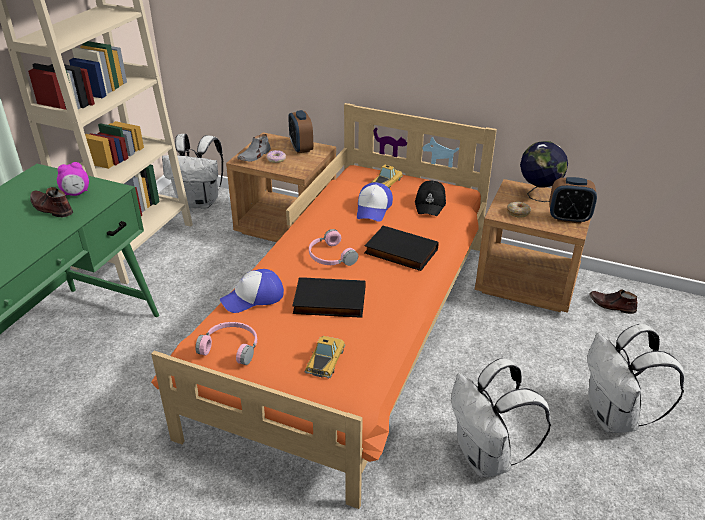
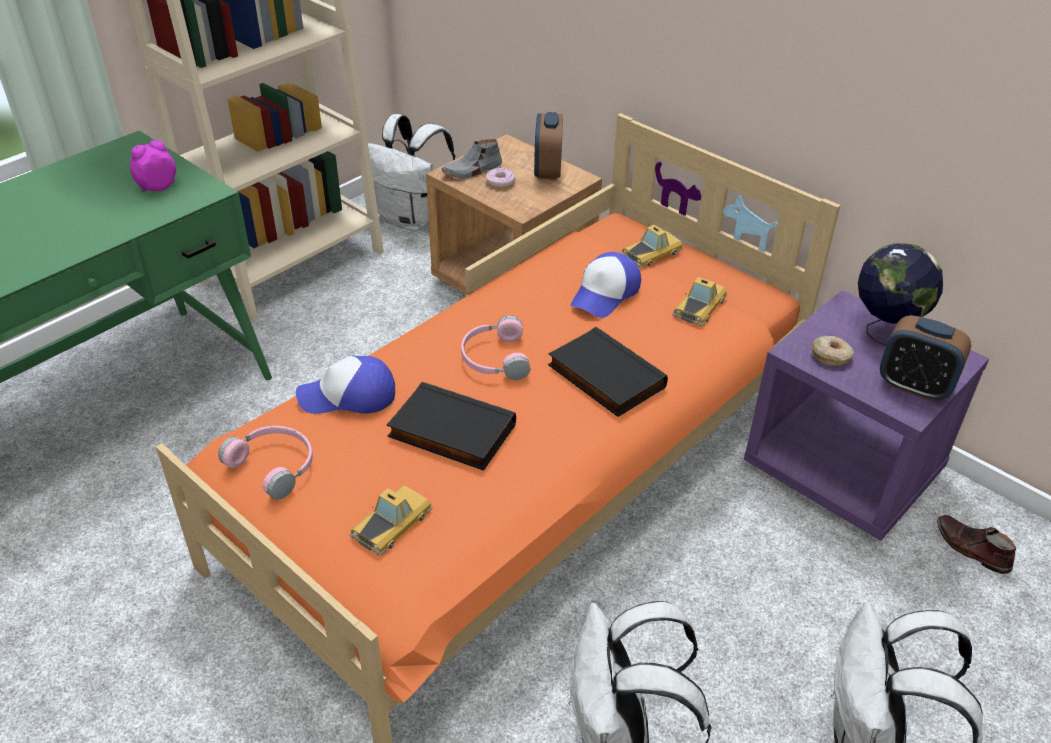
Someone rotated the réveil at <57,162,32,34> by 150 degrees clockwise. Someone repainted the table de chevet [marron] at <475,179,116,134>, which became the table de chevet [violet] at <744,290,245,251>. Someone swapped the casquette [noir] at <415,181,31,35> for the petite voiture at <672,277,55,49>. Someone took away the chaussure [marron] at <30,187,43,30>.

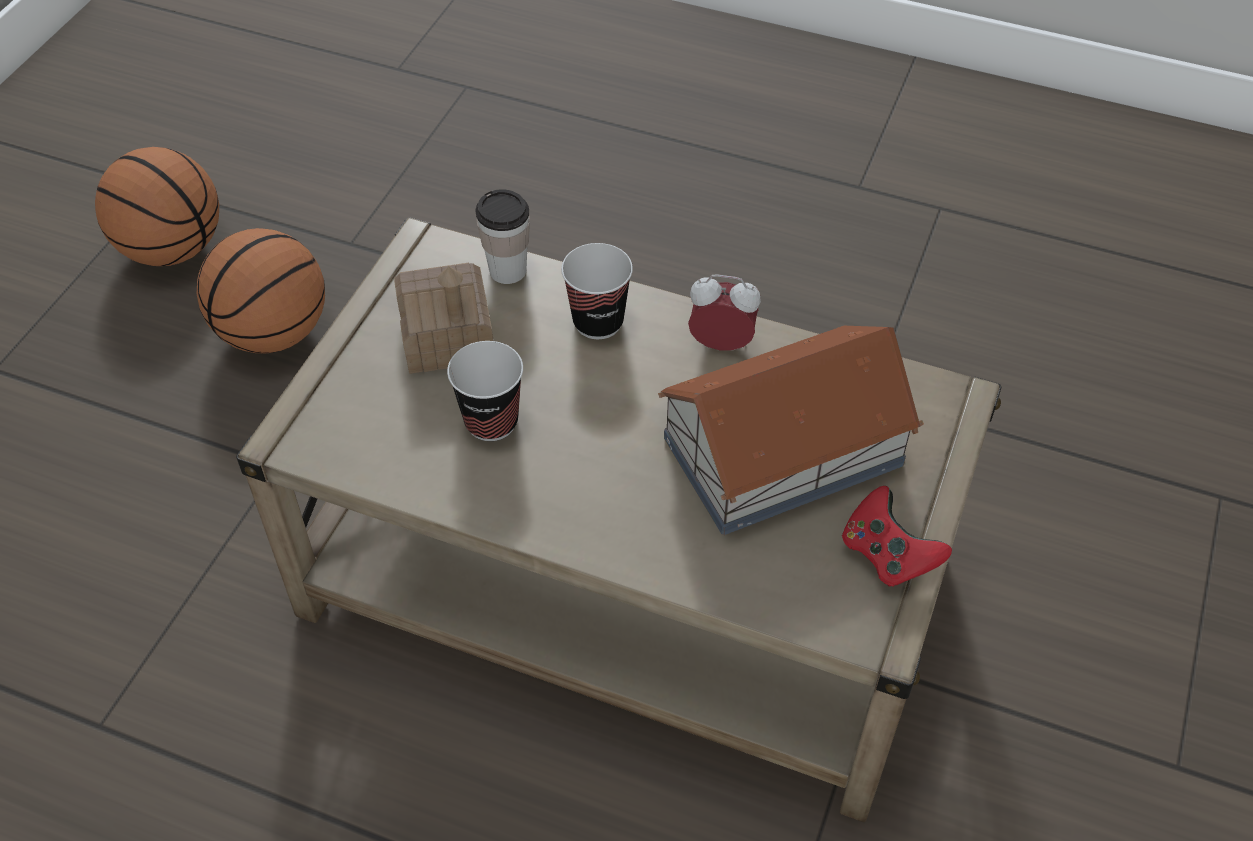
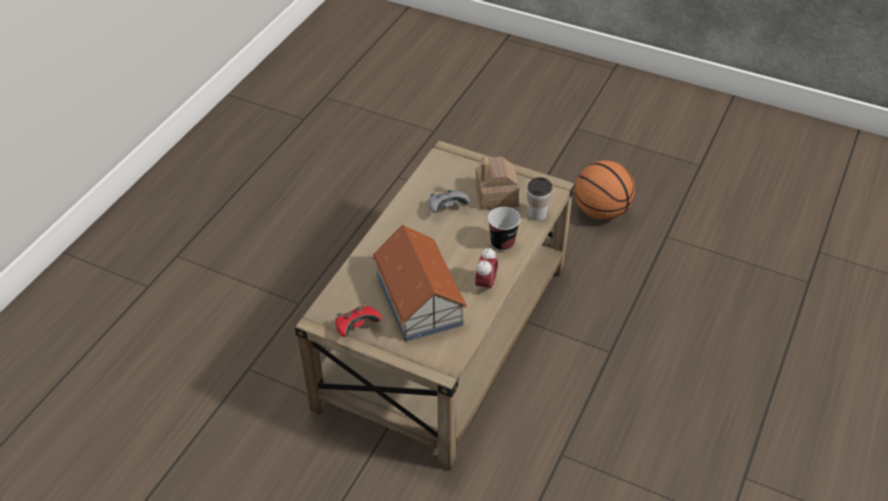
Someone took away the ballon de basket at <95,147,124,119>. Someone swapped the tasse at <447,341,76,100> for the manette [gris] at <428,190,42,23>.

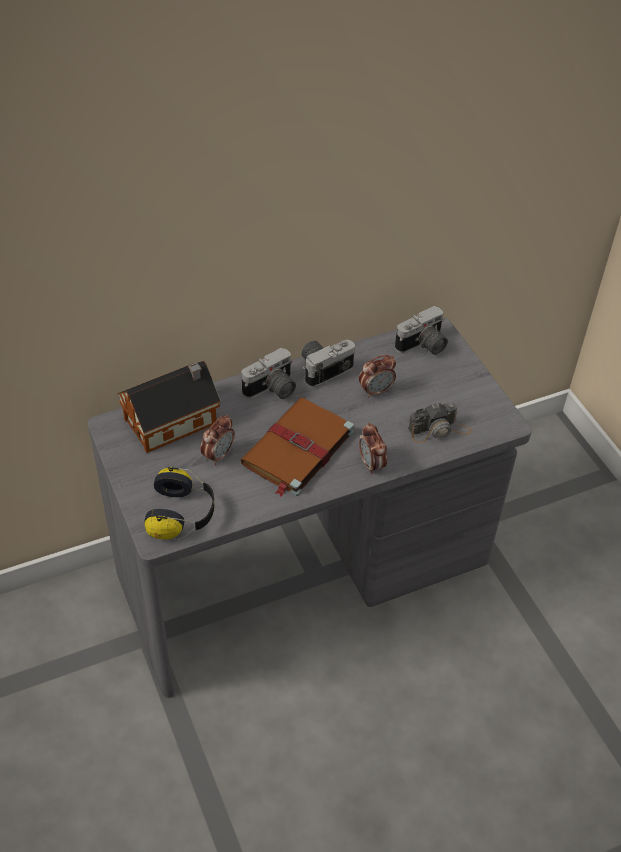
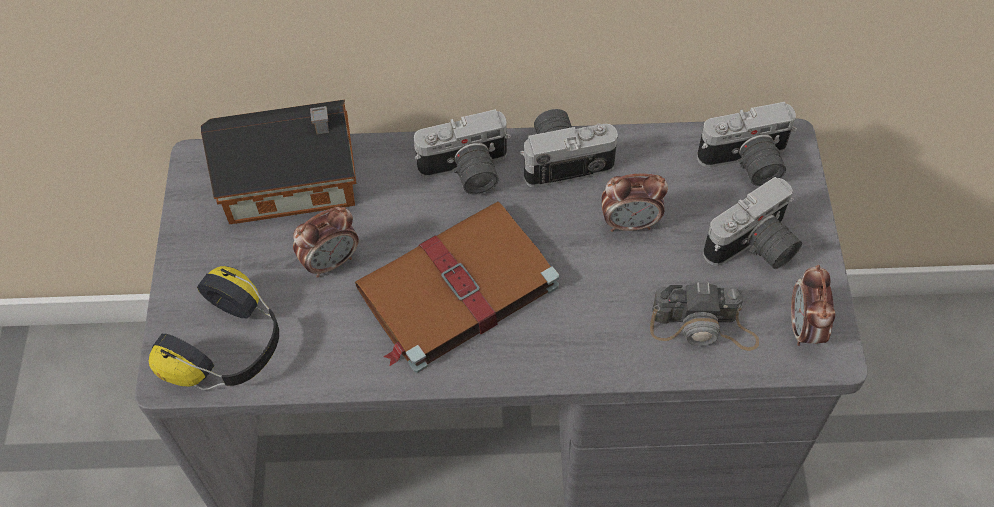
Someone carried the réveil from <359,423,28,51> to <791,265,44,81>. Someone put down the appareil photo at <703,177,99,92>.

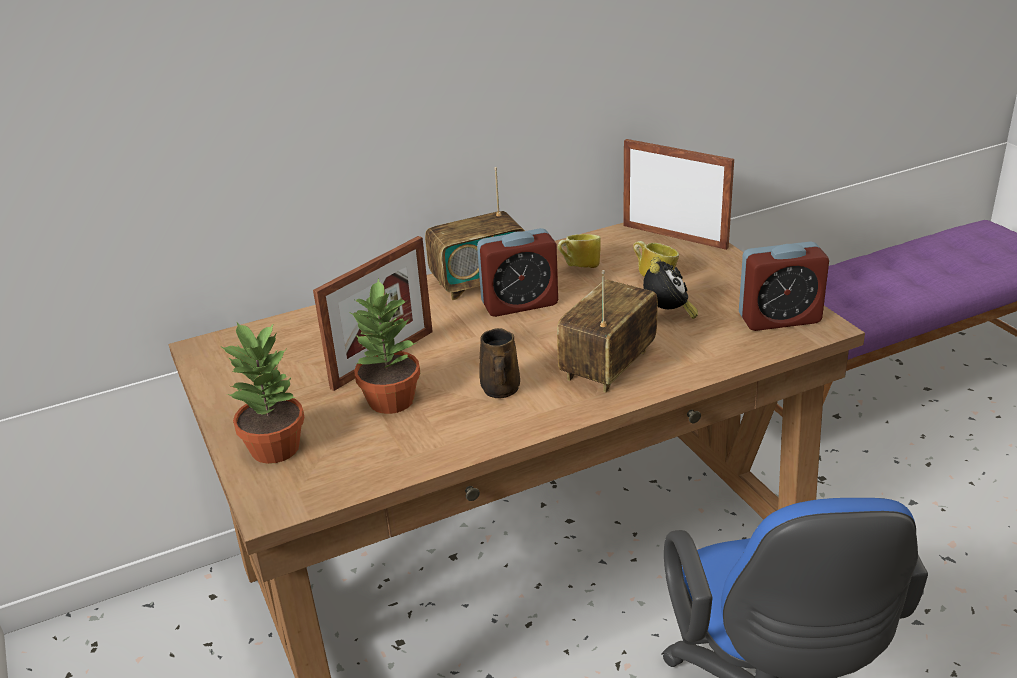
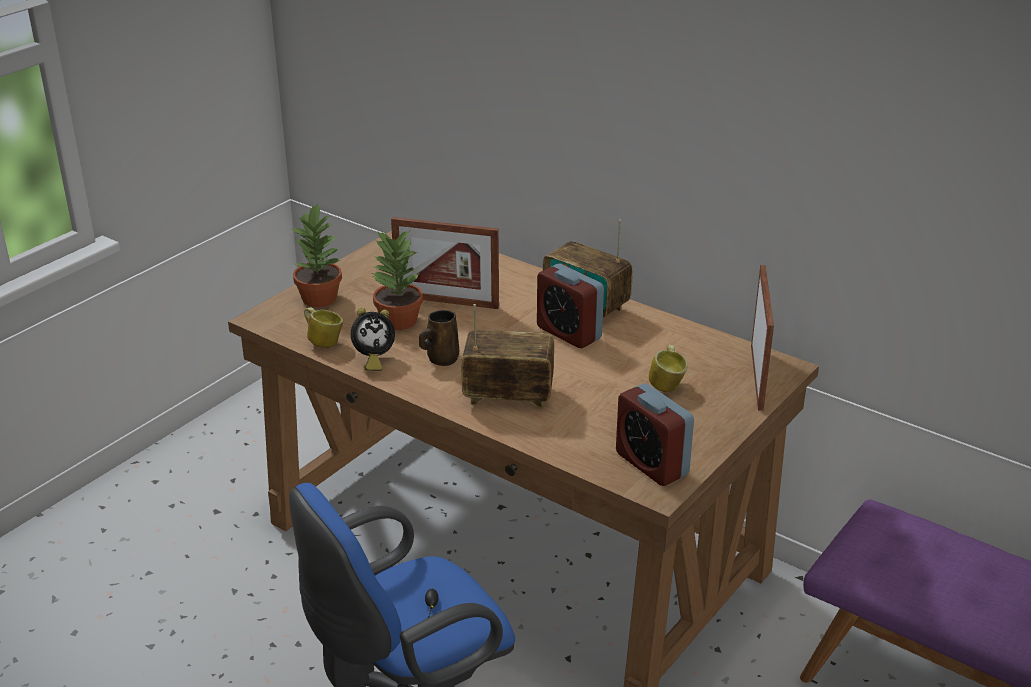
Someone carried the mug from <557,234,44,34> to <304,307,39,41>. Someone carried the réveil from <643,257,55,62> to <351,308,44,63>.

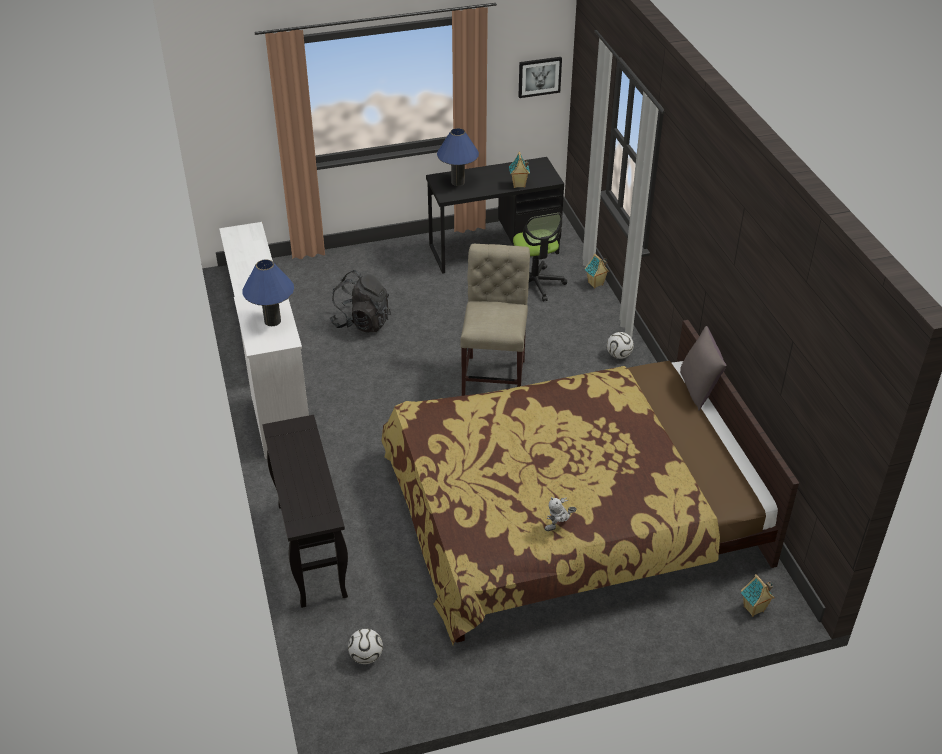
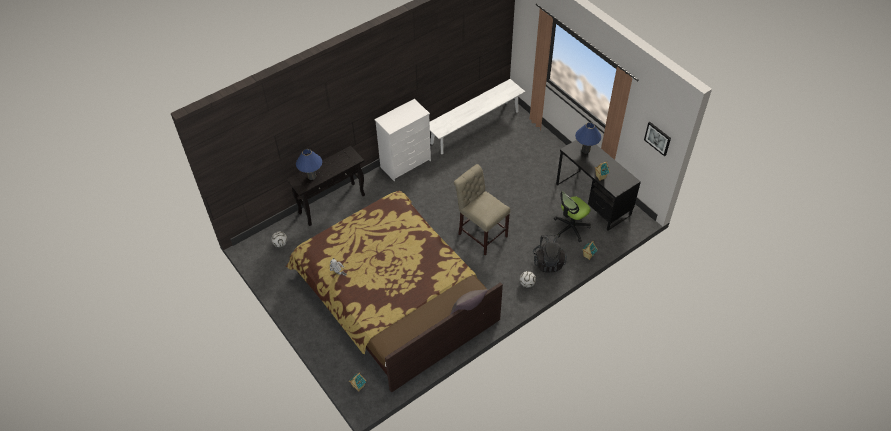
Someone rotated the chaise [beige] at <460,244,70,152> by 120 degrees counterclockwise. Someone carried the lampe de table [bleu] from <242,259,52,67> to <296,149,26,31>. Someone carried the sac à dos [noir] from <330,270,61,63> to <533,234,34,38>.

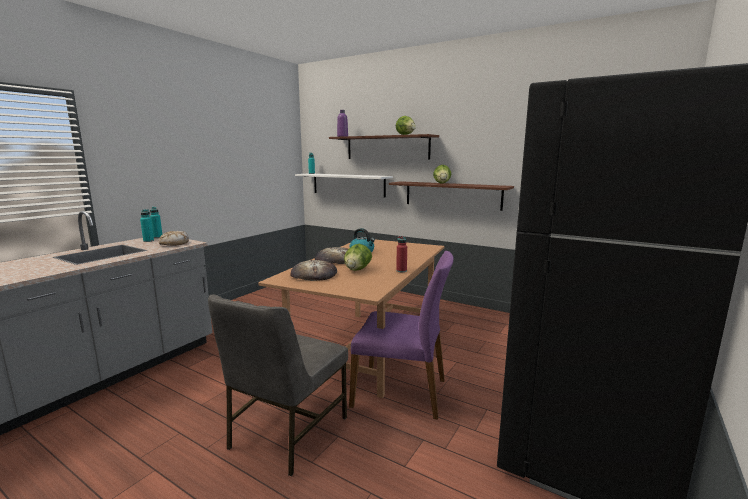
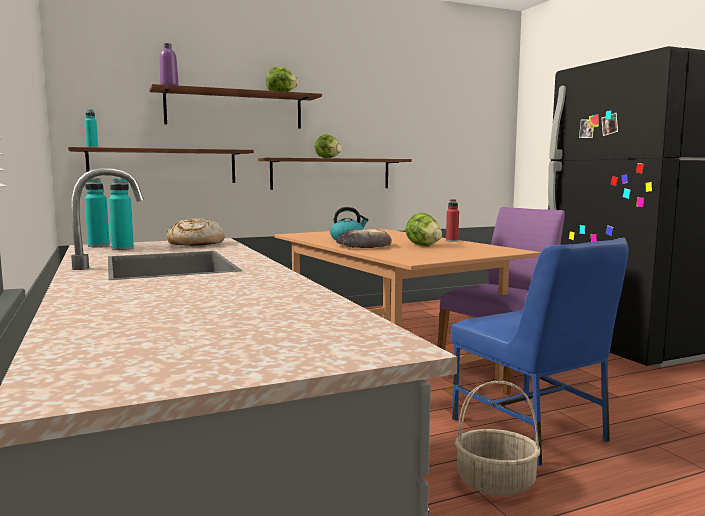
Someone repainted the étagère [blanc] at <295,173,98,25>, which became the étagère [marron] at <68,147,186,36>. Someone took away the pain at <290,260,47,21>. Someone repainted the chaise [gris] at <208,294,140,182>, which became the chaise [bleu] at <451,238,177,228>. Someone put down the panier at <455,381,85,115>.

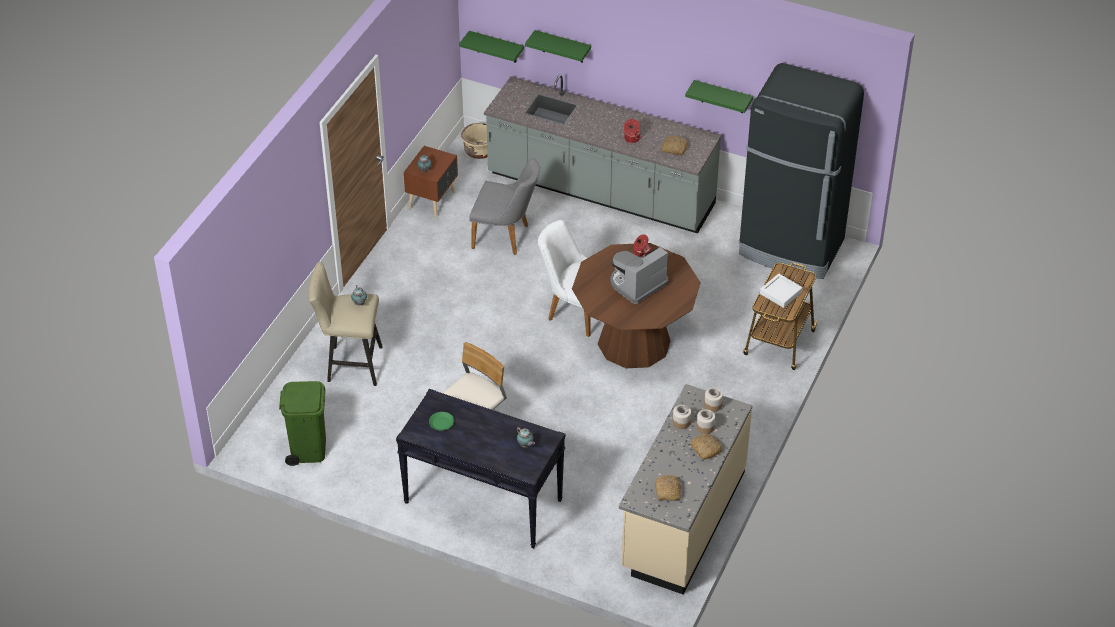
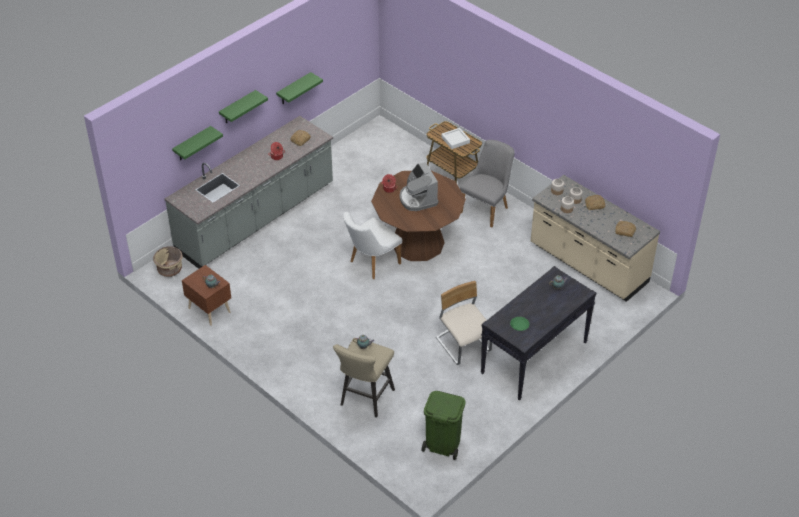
Someone carried the étagère [vert] from <459,31,65,32> to <219,90,49,33>. Someone took away the réfrigérateur [noir] at <739,63,125,216>. Someone carried the chaise [gris] from <469,159,71,96> to <460,140,55,88>.

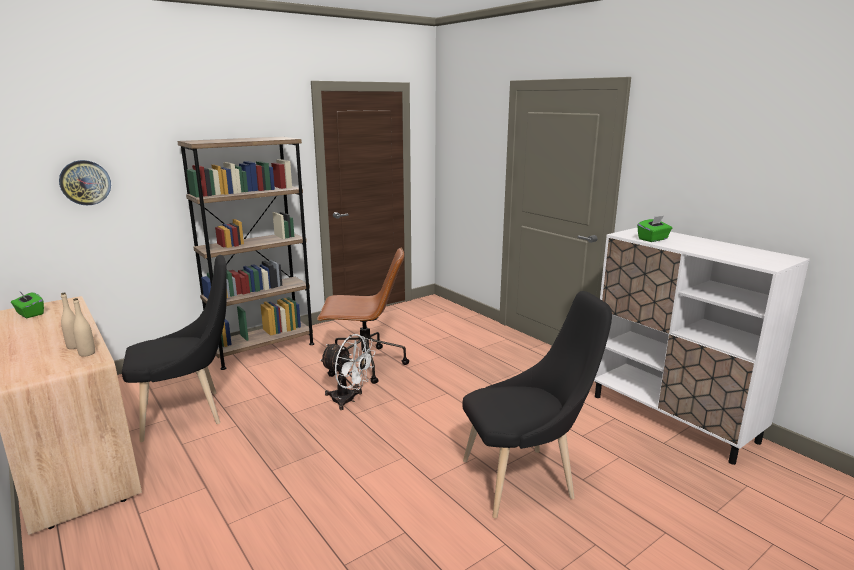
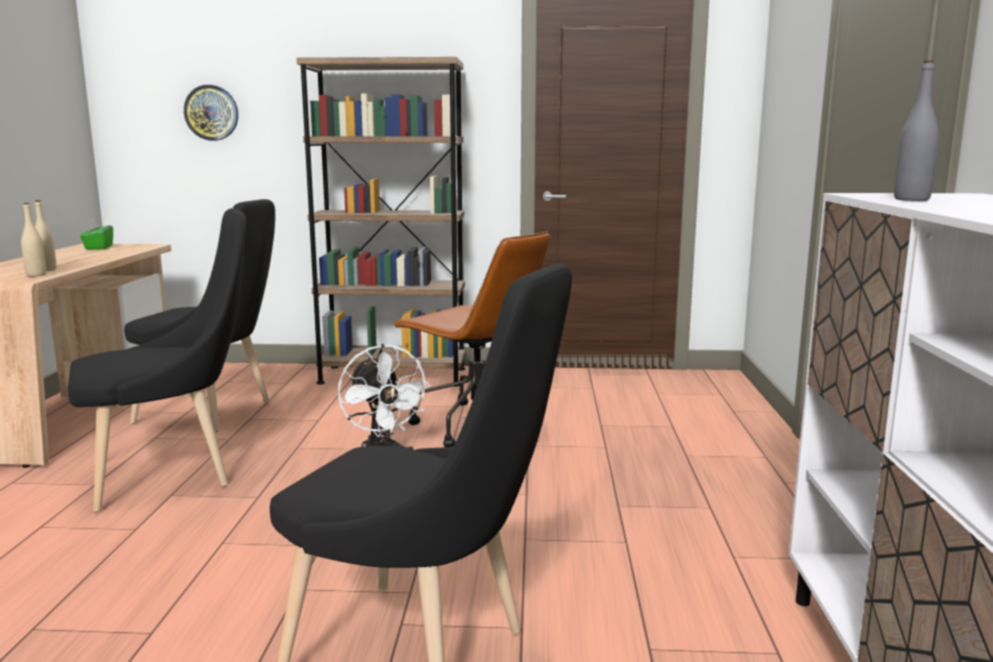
Someone swapped the boîte à mouchoirs [vert] at <637,216,35,26> for the bouteille [gris] at <894,60,45,141>. Someone put down the chaise [noir] at <68,208,178,304>.

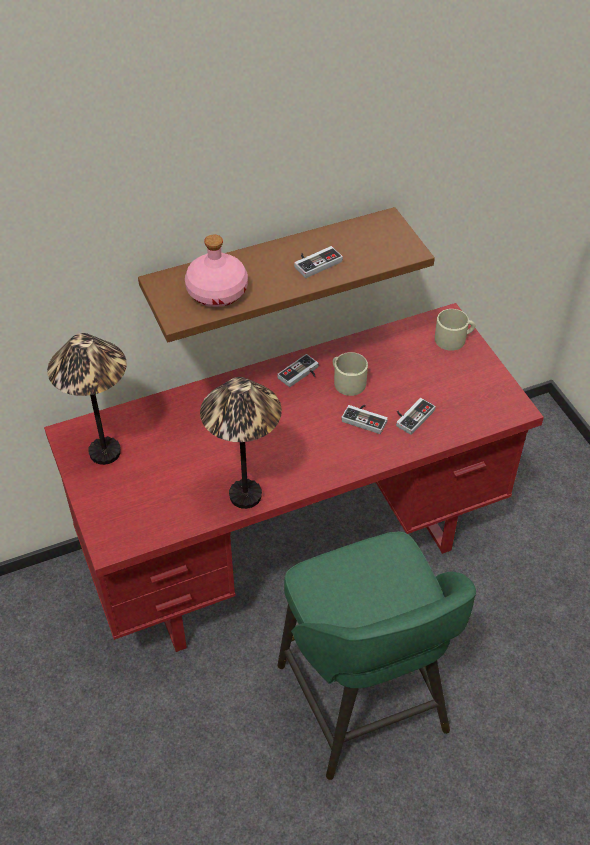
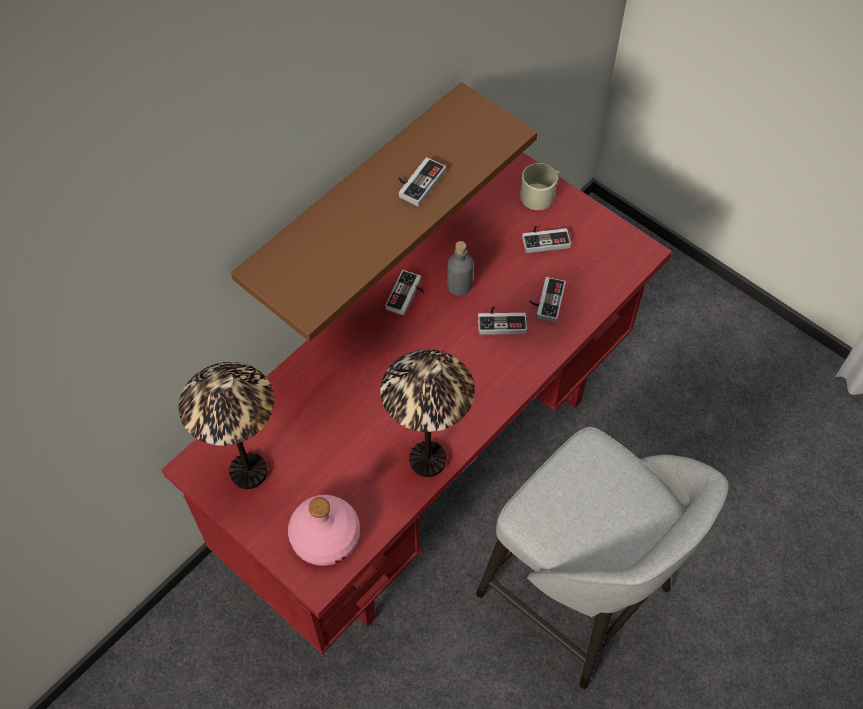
Someone carried the bouteille [rose] from <185,235,63,72> to <288,495,72,71>. Someone swapped the mug [beige] at <333,352,35,44> for the bouteille [gris] at <447,241,26,55>. Someone repainted the tabouret [vert] at <277,532,199,248>, which became the tabouret [gris] at <476,427,253,262>. Someone put down the manette at <522,225,49,28>.

